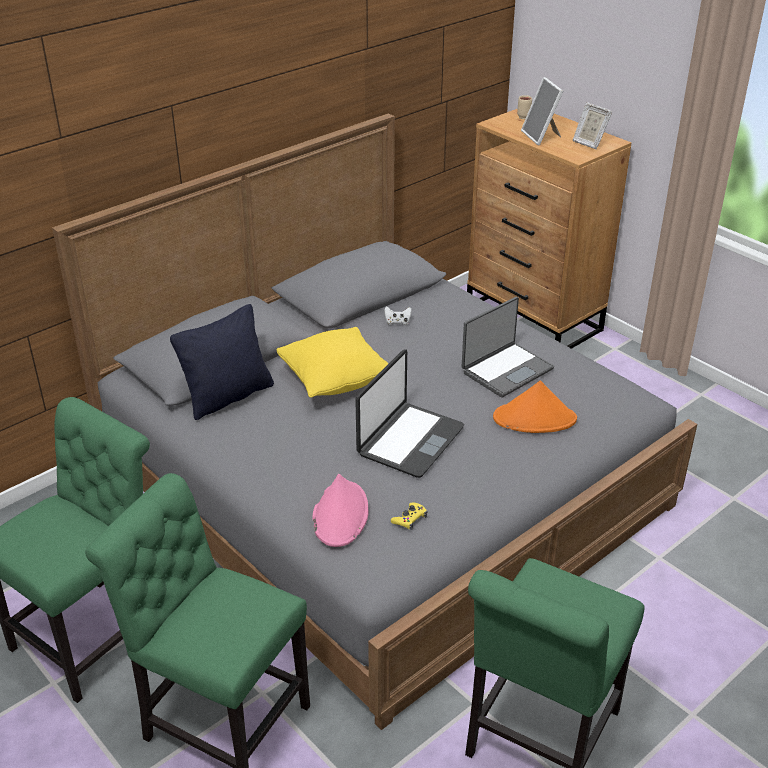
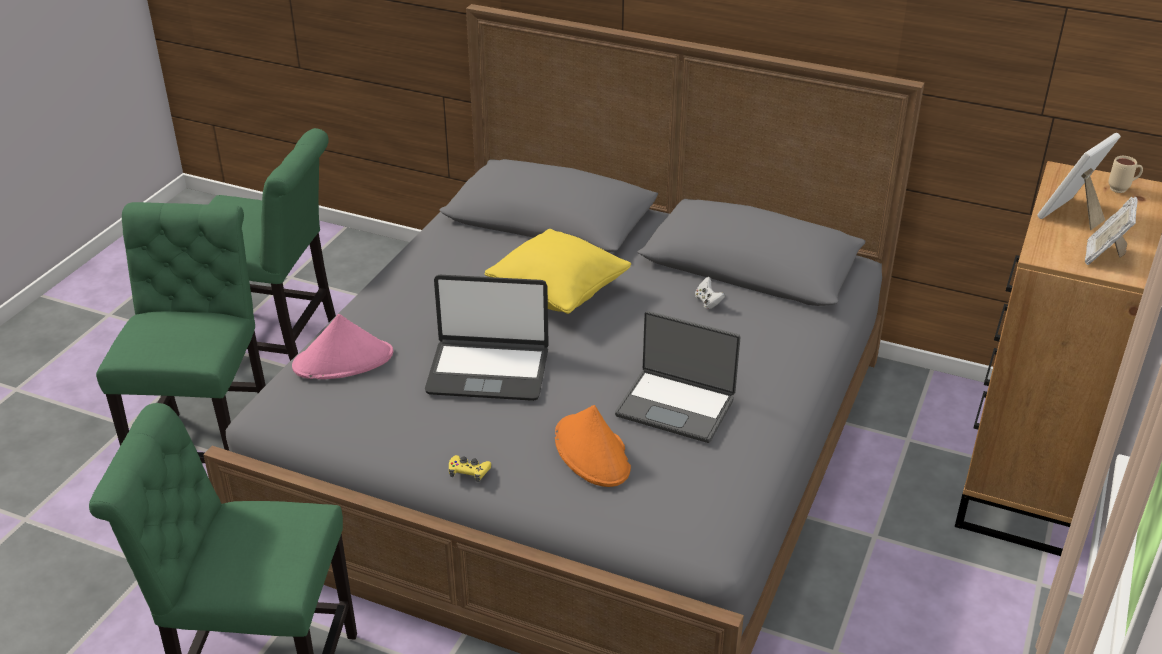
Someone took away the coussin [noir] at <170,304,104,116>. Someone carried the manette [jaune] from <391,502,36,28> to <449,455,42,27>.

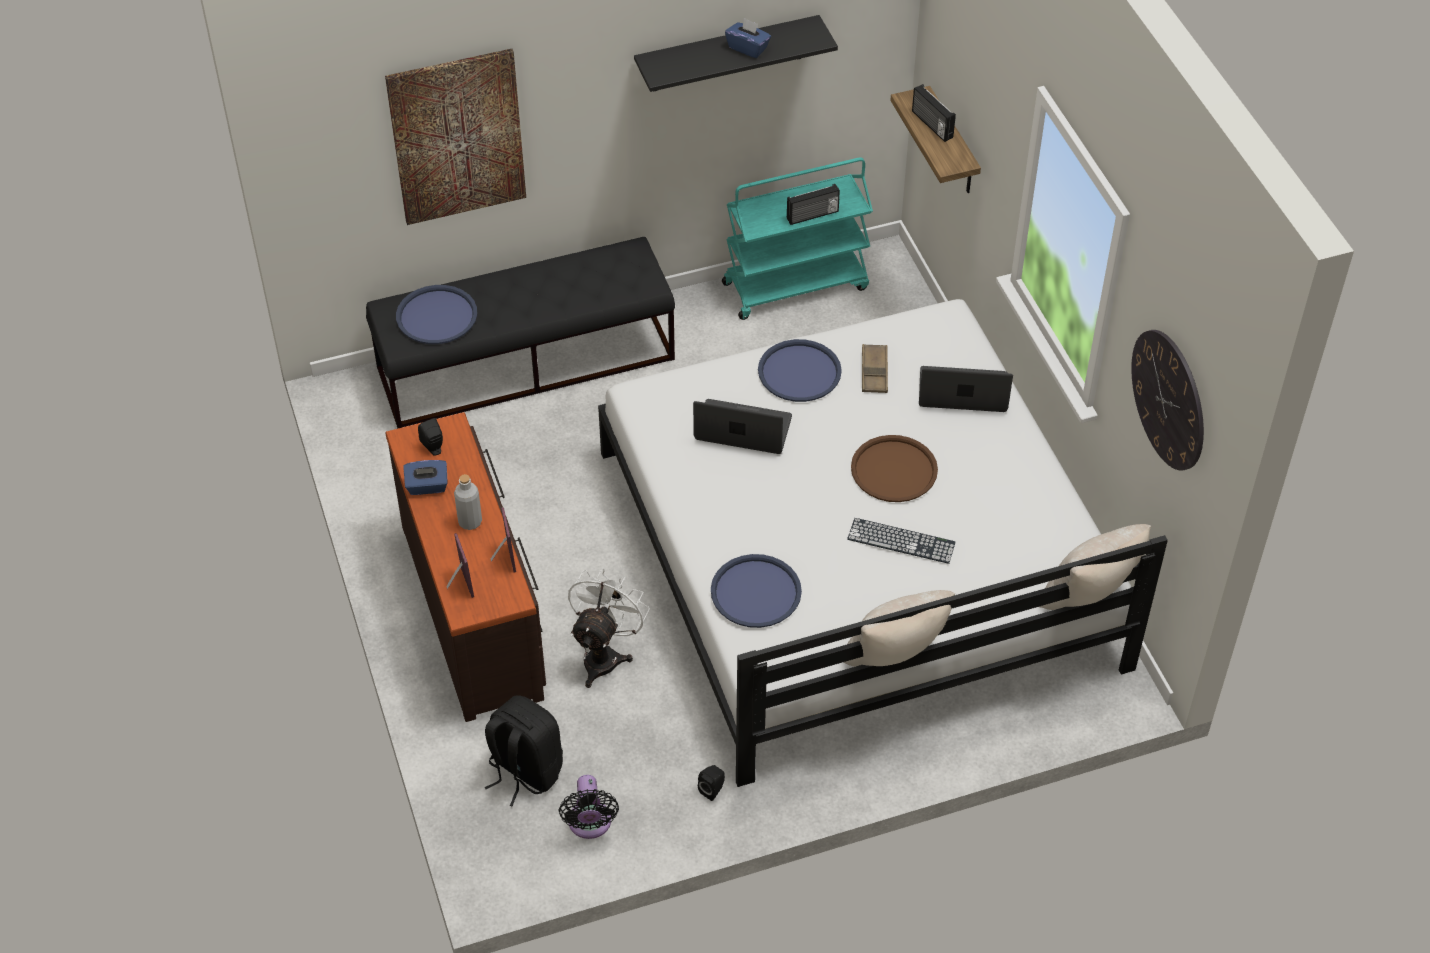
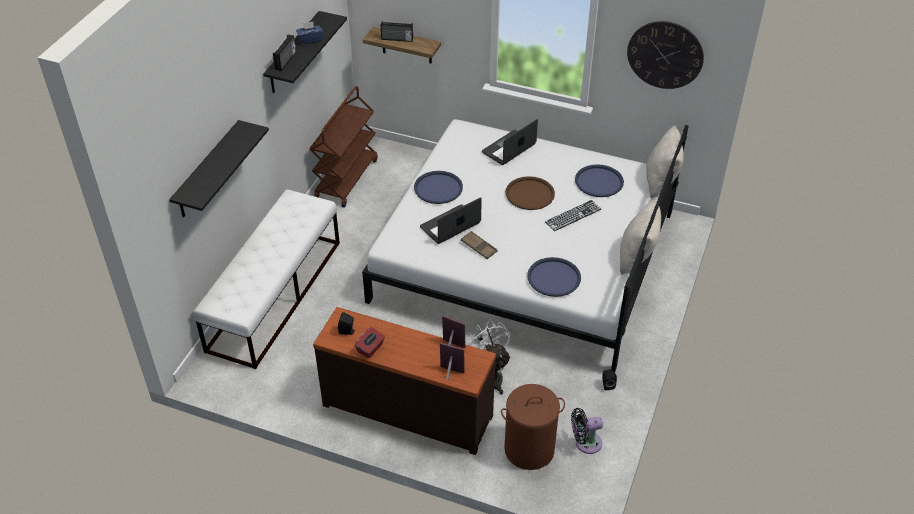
Someone swapped the tableau at <385,49,141,176> for the étagère [noir] at <169,120,100,97>. Someone repainted the chariot [turquoise] at <722,158,151,162>, which became the chariot [marron] at <309,86,69,122>. Someone carried the radio from <787,184,53,41> to <273,35,23,36>. Someone repainted the banc [noir] at <366,237,309,192>, which became the banc [blanc] at <193,189,147,180>. Someone carried the plateau [bleu] from <396,285,81,59> to <575,164,49,33>. Someone carried the plateau [marron] from <862,344,26,49> to <461,231,37,28>. Someone repainted the boîte à mouchoirs [bleu] at <403,460,45,35>, which became the boîte à mouchoirs [rouge] at <355,327,30,31>. Someone took away the bouteille [gris] at <454,474,28,56>. Someone swapped the sac à dos [noir] at <485,695,78,111> for the panier à linge [marron] at <501,384,64,86>. Someone rotated the ventilateur [noir] at <559,775,60,64> by 135 degrees clockwise.

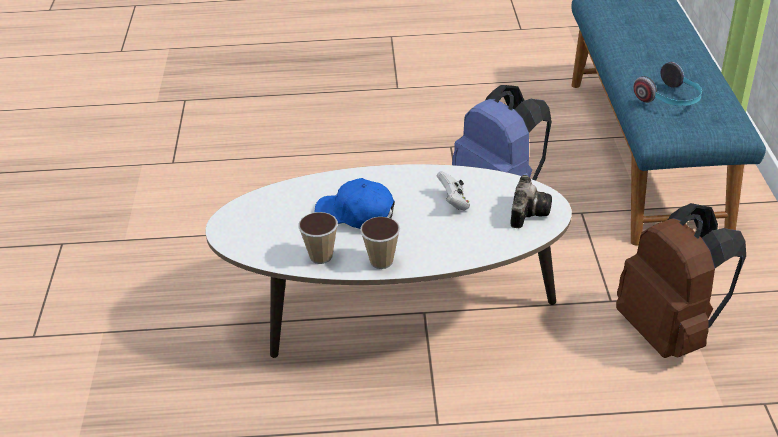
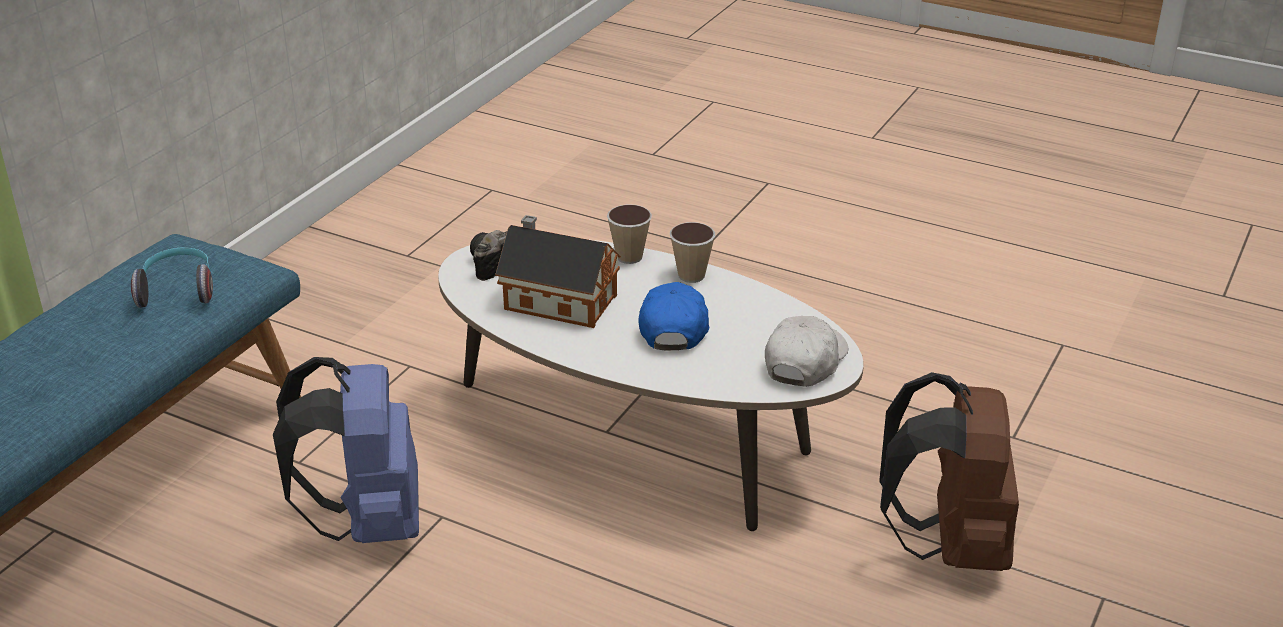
Someone swapped the manette [blanc] at <437,172,33,39> for the maison miniature at <495,215,126,113>. Someone rotated the casquette [bleu] at <315,178,80,51> by 135 degrees counterclockwise. Someone carried the sac à dos [marron] from <616,203,130,155> to <879,372,140,199>. Someone carried the tasse from <298,212,40,52> to <607,204,45,60>. Someone put down the casquette [blanc] at <765,316,84,71>.

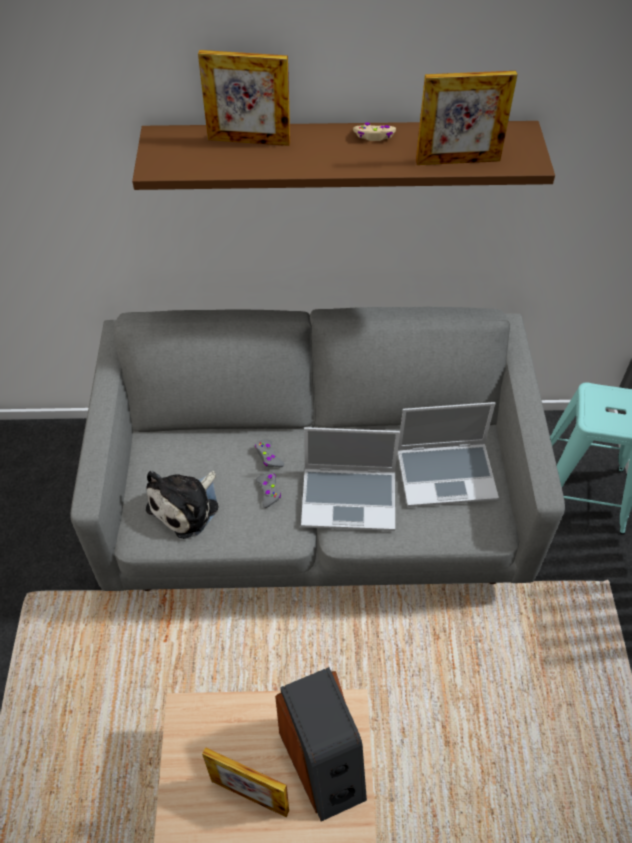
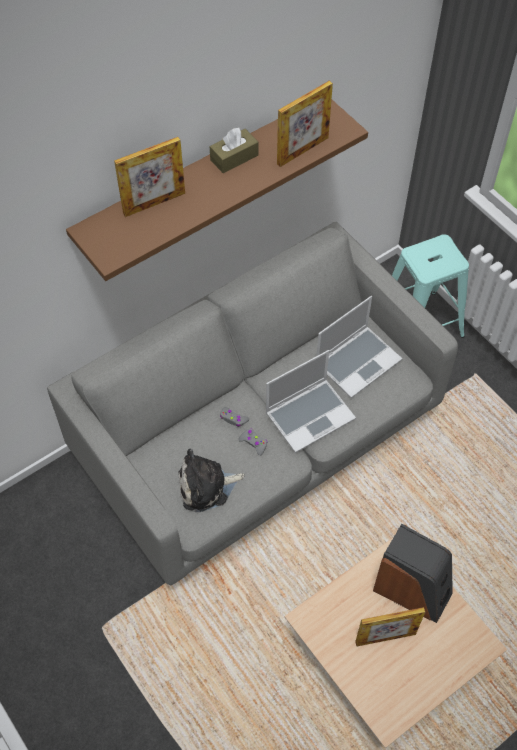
Someone swapped the manette [beige] at <353,123,43,18> for the boîte à mouchoirs [marron] at <210,127,48,46>. Someone rotated the peluche at <146,471,73,68> by 75 degrees clockwise.

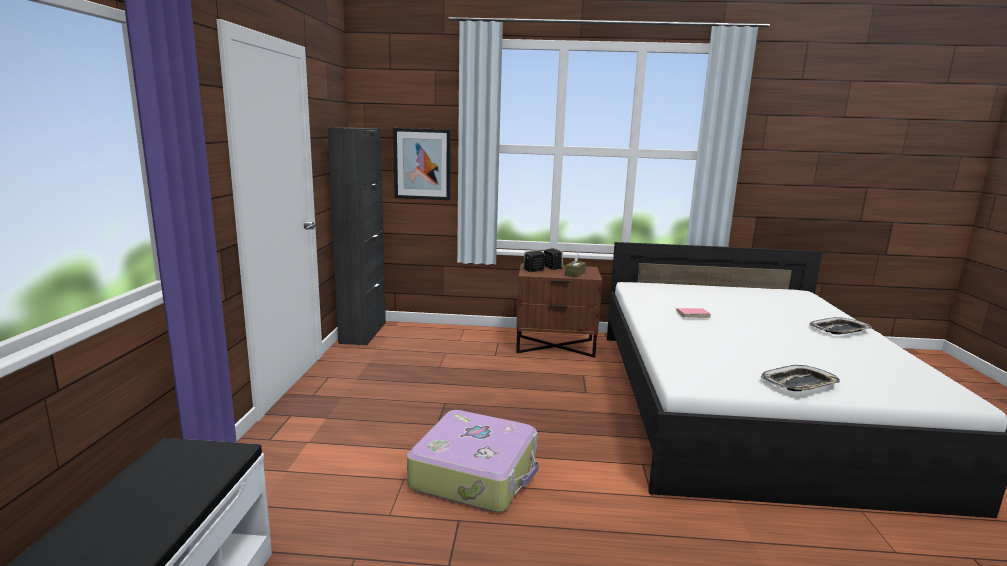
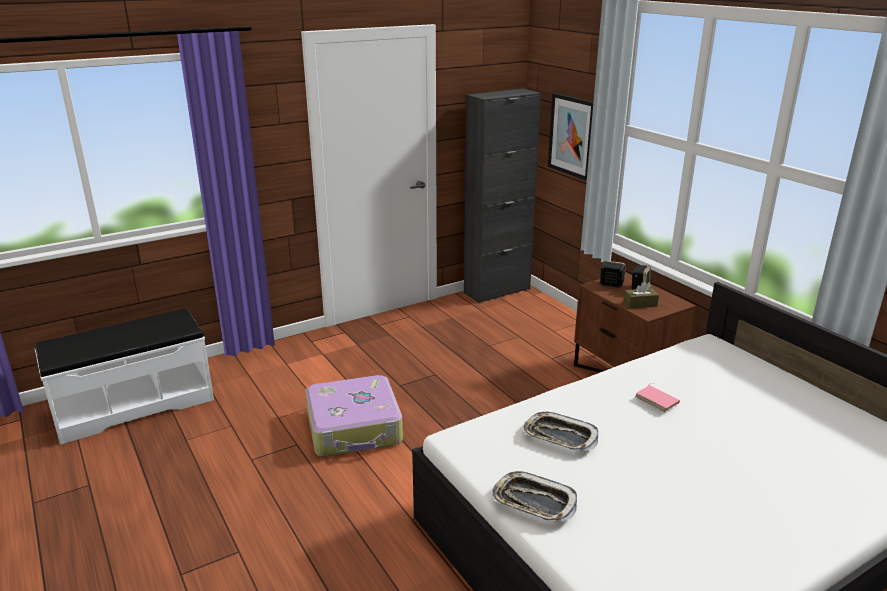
Someone carried the plateau from <809,317,63,17> to <523,412,75,39>.

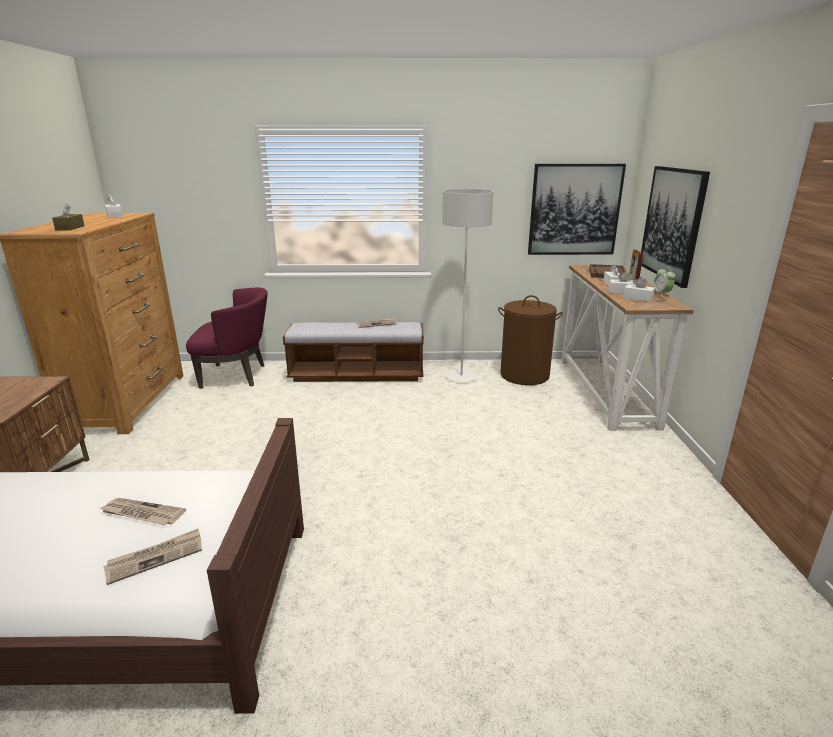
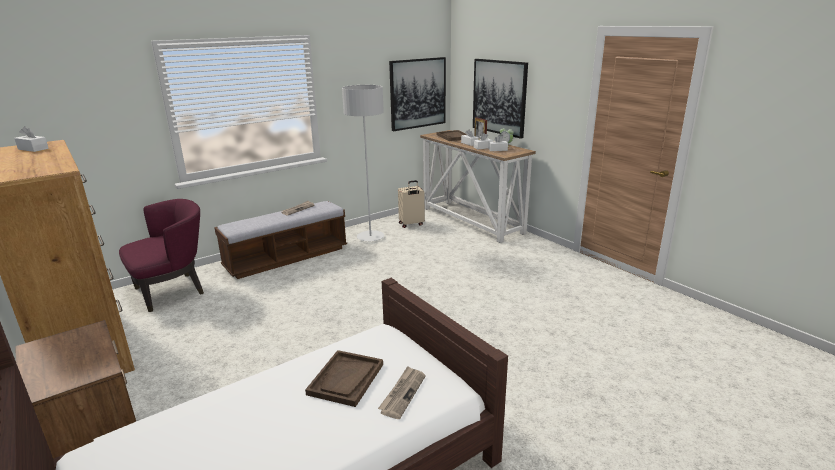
Someone took away the boîte à mouchoirs [marron] at <52,203,33,27>. Someone swapped the panier à linge [marron] at <498,295,65,90> for the valise [beige] at <398,180,27,48>. Someone swapped the journal at <100,498,86,27> for the plateau [marron] at <305,350,78,57>.

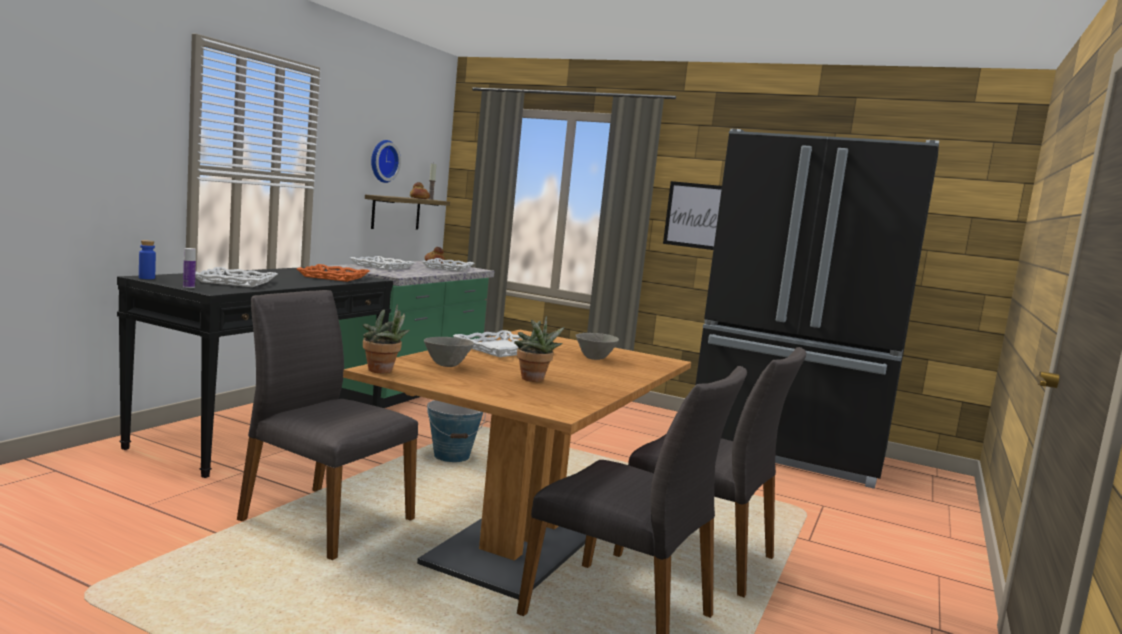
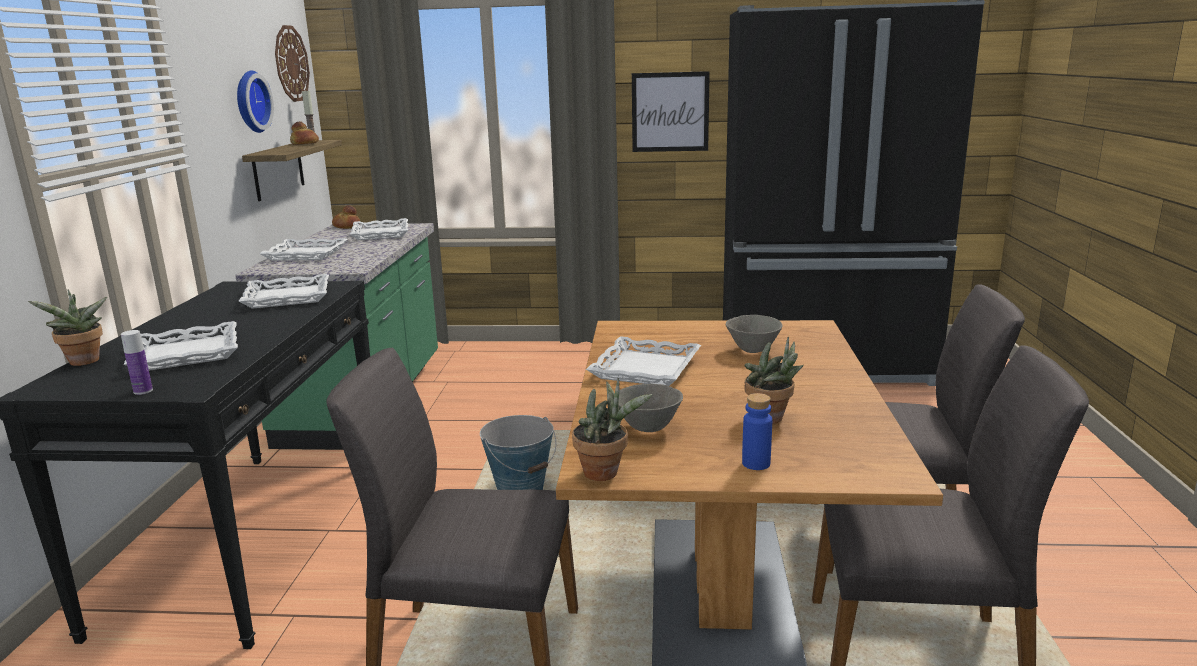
Someone carried the bouteille [bleu] from <139,240,17,39> to <742,393,30,77>. Someone repainted the plateau [orange] at <297,264,72,18>, which became the plateau [blanc] at <238,274,91,35>. Someone put up the horloge murale at <275,25,35,77>. Someone put down the plante en pot at <28,290,79,76>.

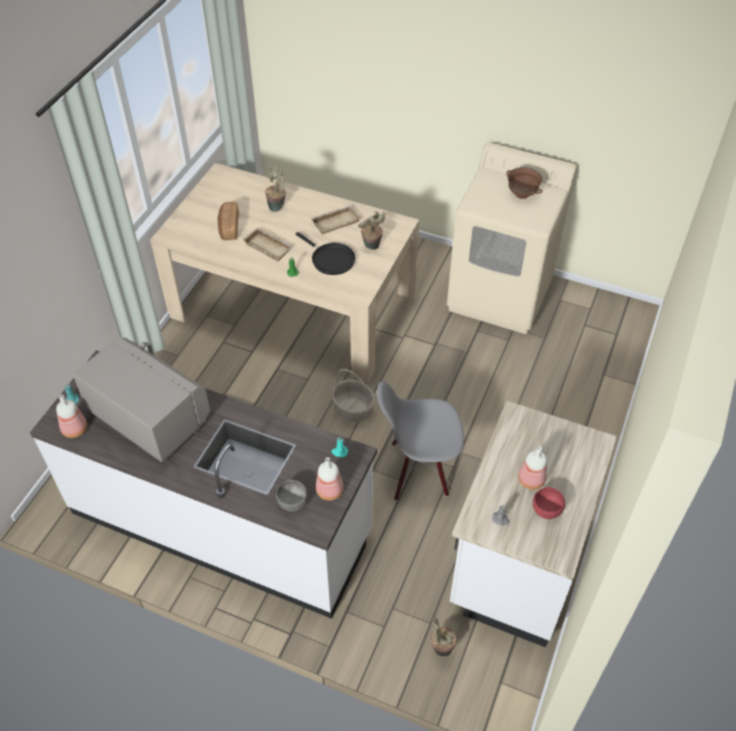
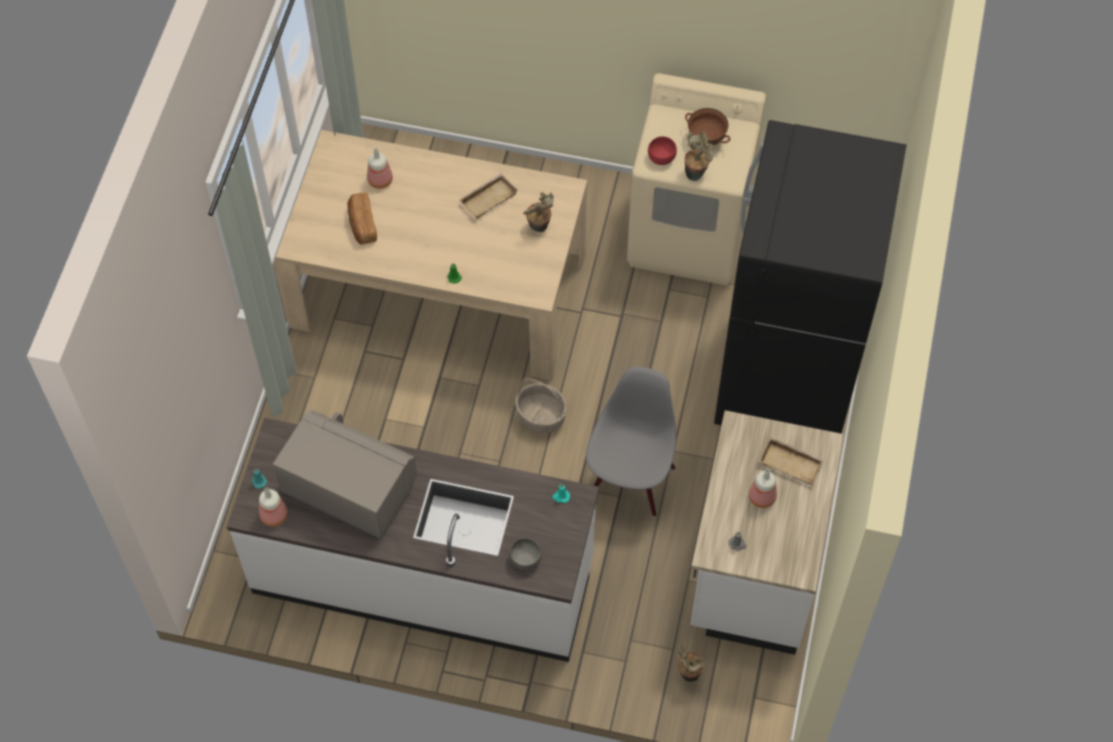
Someone carried the plante en pot from <265,167,21,45> to <685,131,28,50>. Someone carried the plateau [beige] from <243,227,50,35> to <759,437,65,48>. Someone took away the poêle [noir] at <295,232,61,43>. Someone rotated the chaise [gris] at <377,381,87,120> by 120 degrees clockwise. Someone carried the bouteille from <316,457,27,44> to <367,148,26,41>. Someone carried the bol [rouge] from <533,487,32,32> to <648,136,29,29>. Someone put down the réfrigérateur [noir] at <714,120,193,314>.

